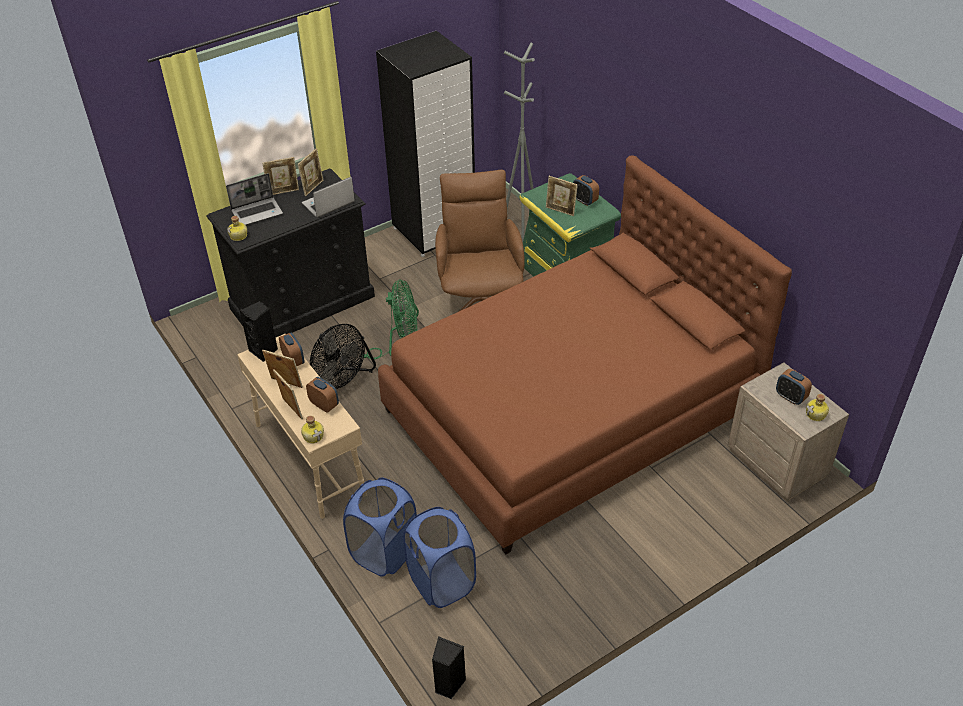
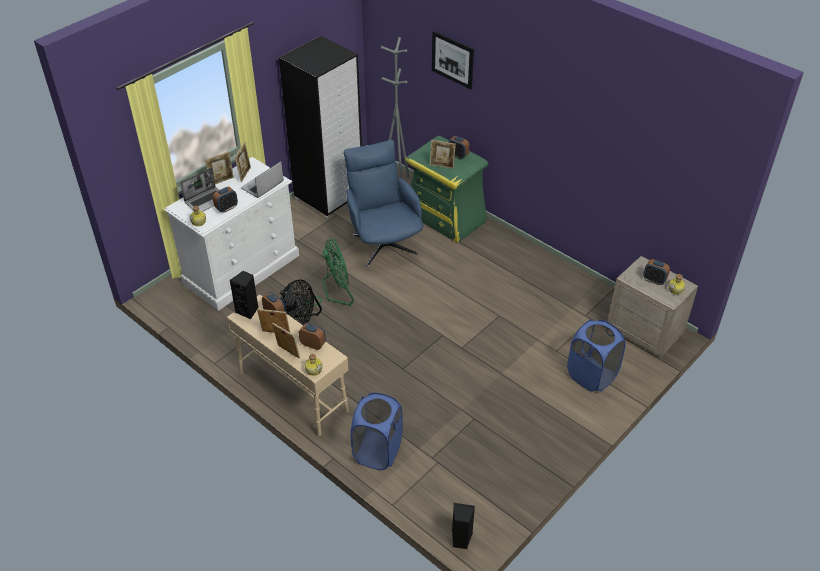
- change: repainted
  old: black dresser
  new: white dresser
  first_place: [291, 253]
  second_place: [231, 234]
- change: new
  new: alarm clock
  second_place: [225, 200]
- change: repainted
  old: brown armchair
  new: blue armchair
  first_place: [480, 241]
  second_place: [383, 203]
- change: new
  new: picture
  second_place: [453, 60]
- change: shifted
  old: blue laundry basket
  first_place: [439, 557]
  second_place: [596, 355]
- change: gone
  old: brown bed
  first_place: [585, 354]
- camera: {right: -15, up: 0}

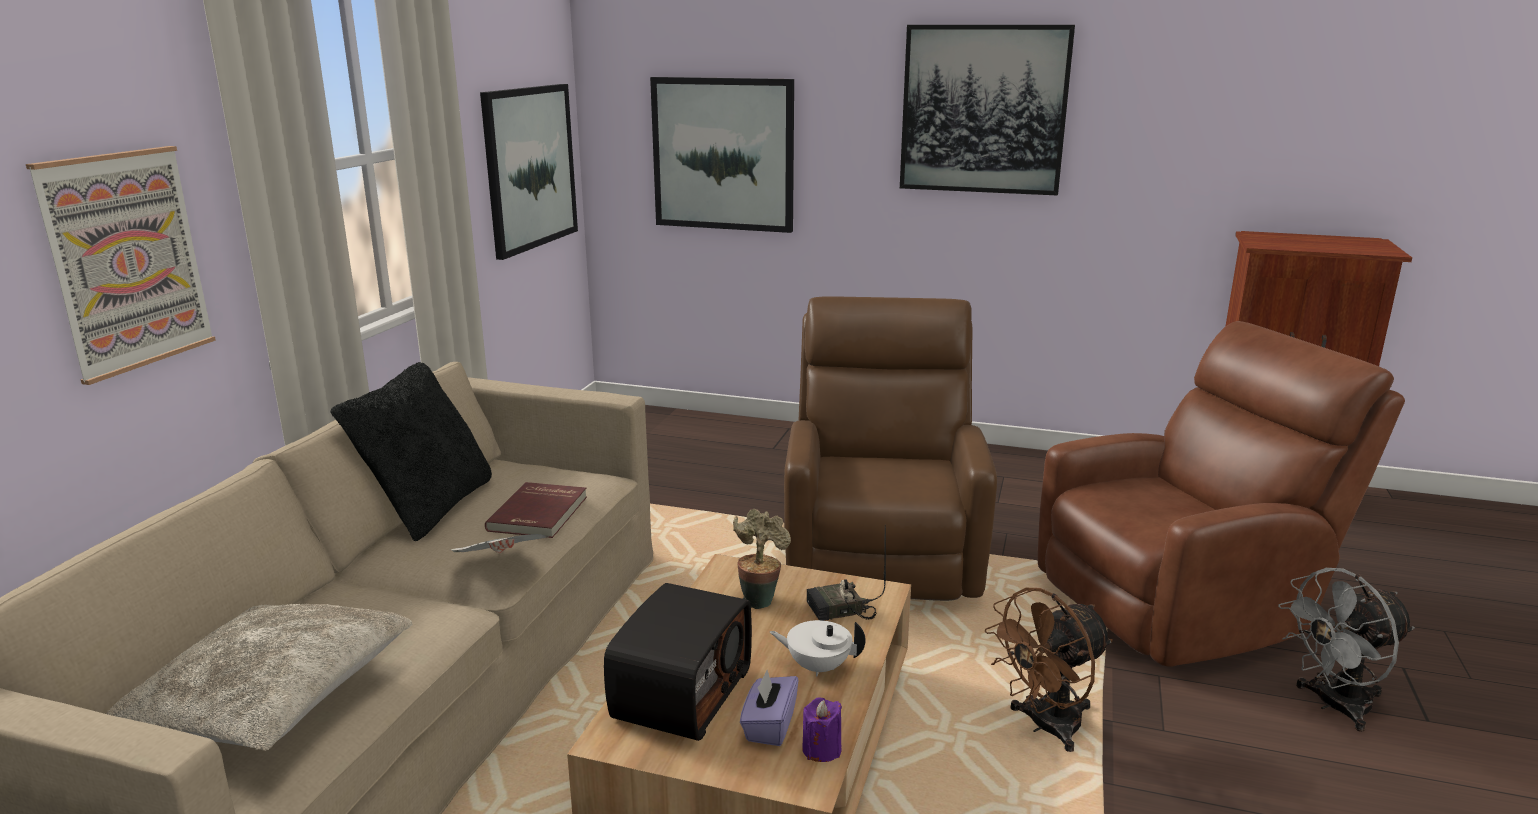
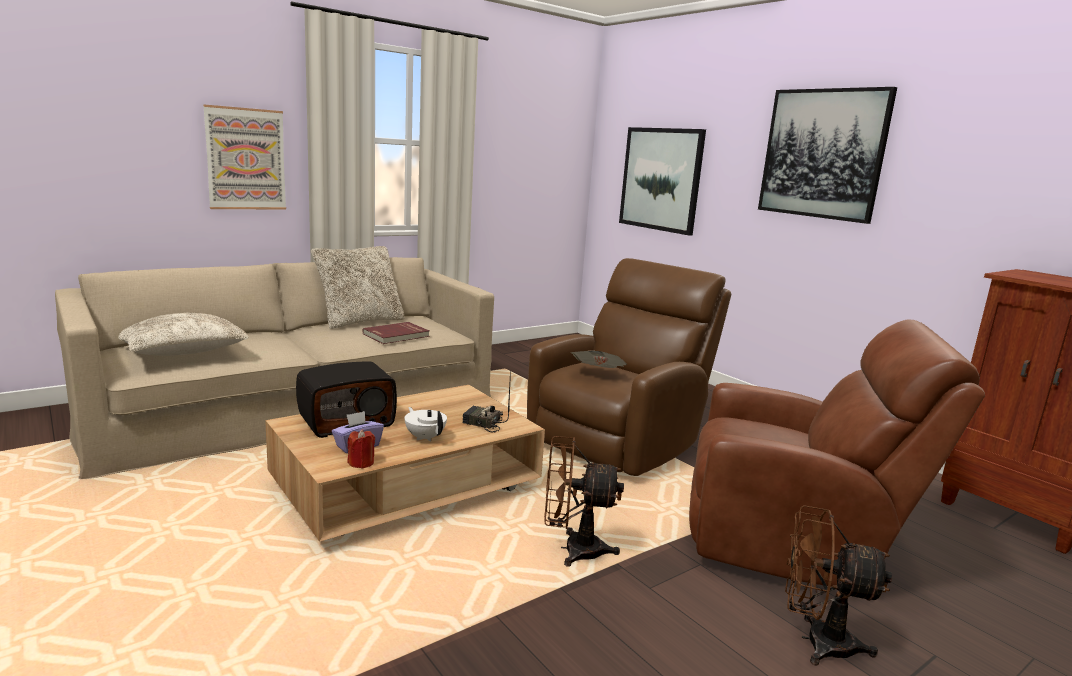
- change: repainted
  old: black pillow
  new: beige pillow
  first_place: [411, 451]
  second_place: [358, 287]
- change: repainted
  old: purple candle
  new: red candle
  first_place: [822, 730]
  second_place: [361, 449]
- change: shifted
  old: newspaper
  first_place: [500, 543]
  second_place: [598, 359]
- change: repainted
  old: grey fan
  new: brown fan
  first_place: [1346, 650]
  second_place: [838, 585]
- change: gone
  old: picture
  first_place: [529, 172]
- change: gone
  old: potted plant
  first_place: [762, 559]
- camera: {right: 35, up: -5}

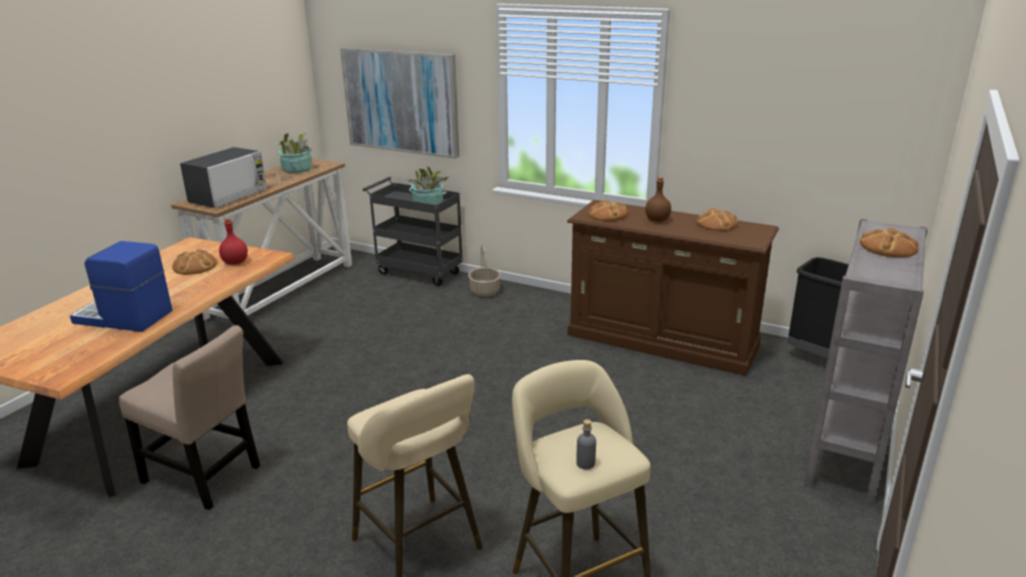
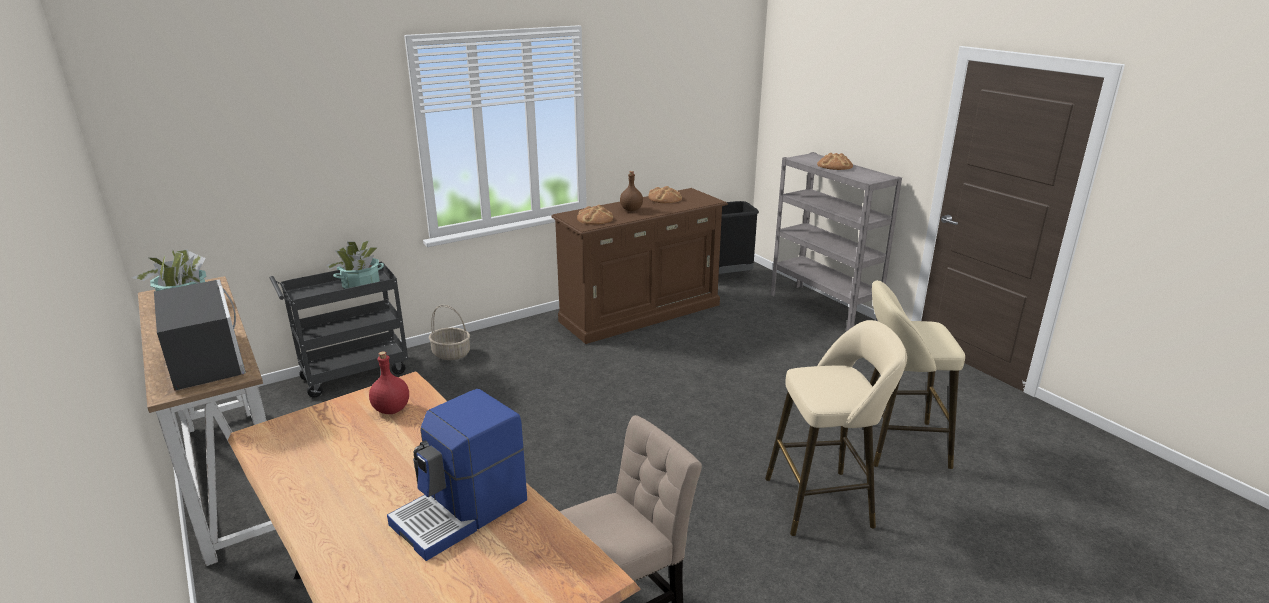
- change: gone
  old: bread
  first_place: [194, 262]
- change: gone
  old: picture
  first_place: [399, 103]
- change: gone
  old: grey bottle
  first_place: [586, 444]
- camera: {right: -60, up: 0}

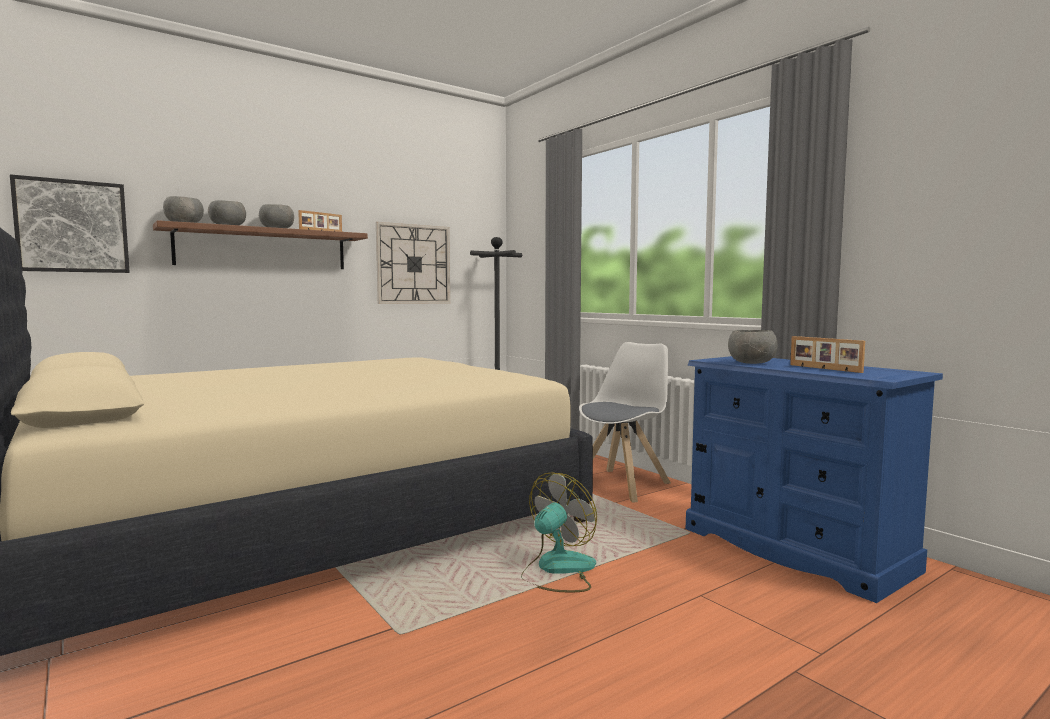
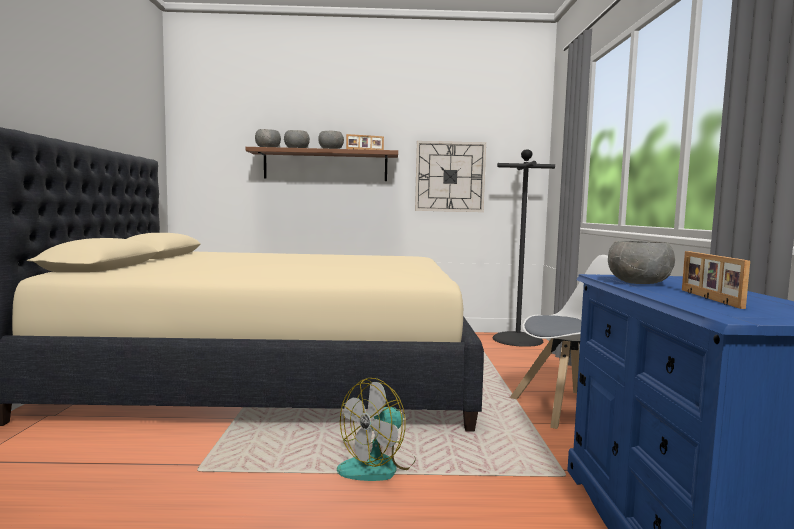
- change: rotated
  old: fan
  first_place: [559, 532]
  second_place: [376, 429]
  degrees: 150
- change: gone
  old: picture
  first_place: [70, 223]
- camera: {right: 35, up: 0}

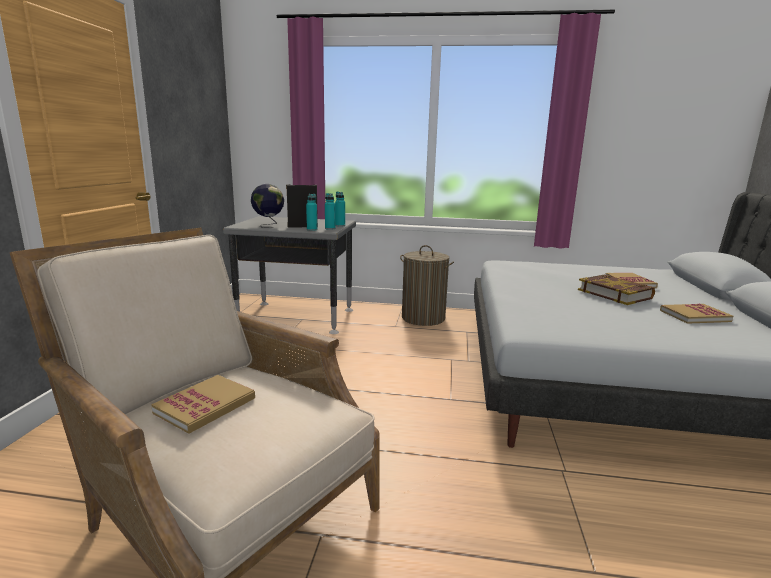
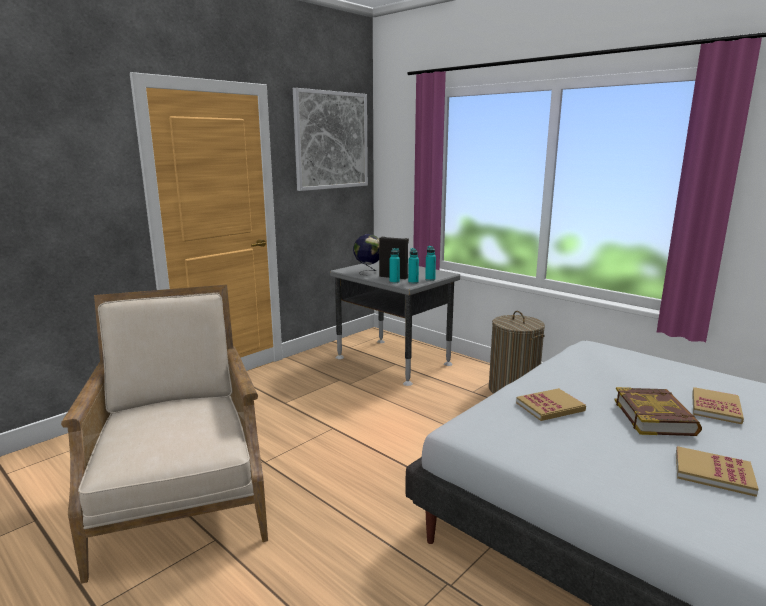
- change: new
  new: picture
  second_place: [330, 139]
- change: shifted
  old: book
  first_place: [203, 404]
  second_place: [551, 404]
- camera: {right: 35, up: 0}

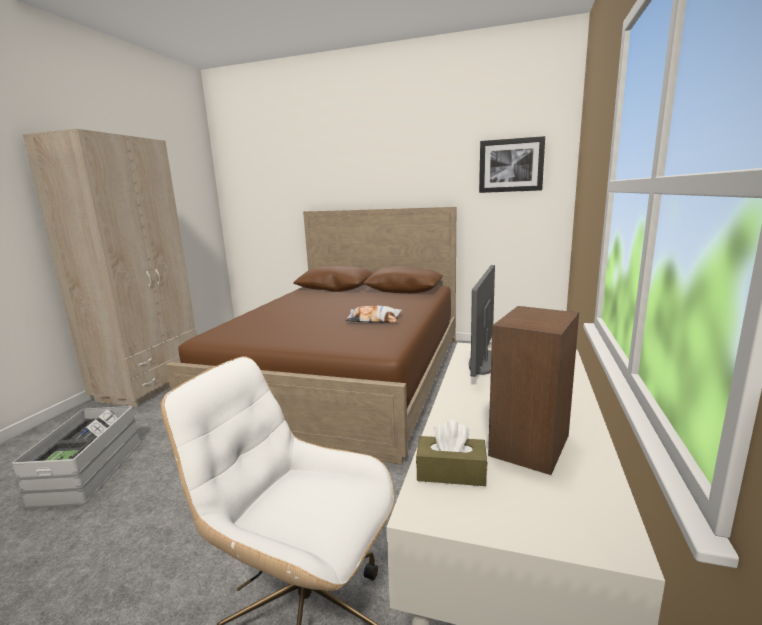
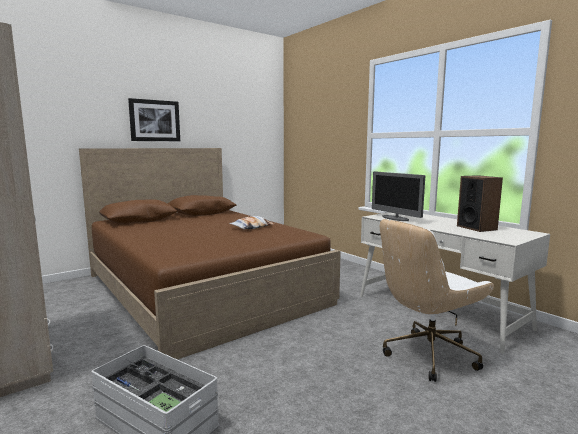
- change: shifted
  old: picture
  first_place: [512, 164]
  second_place: [154, 119]
- change: gone
  old: brown tissue box
  first_place: [452, 453]
- camera: {right: -55, up: -5}

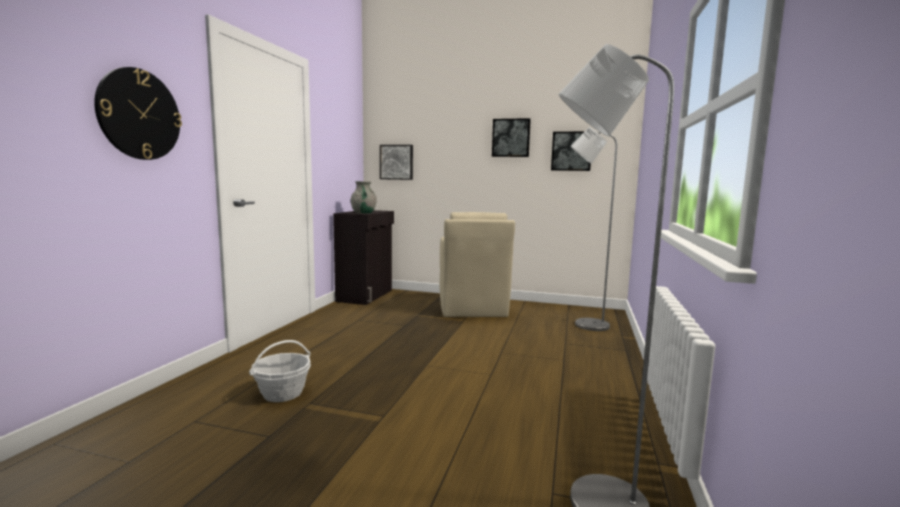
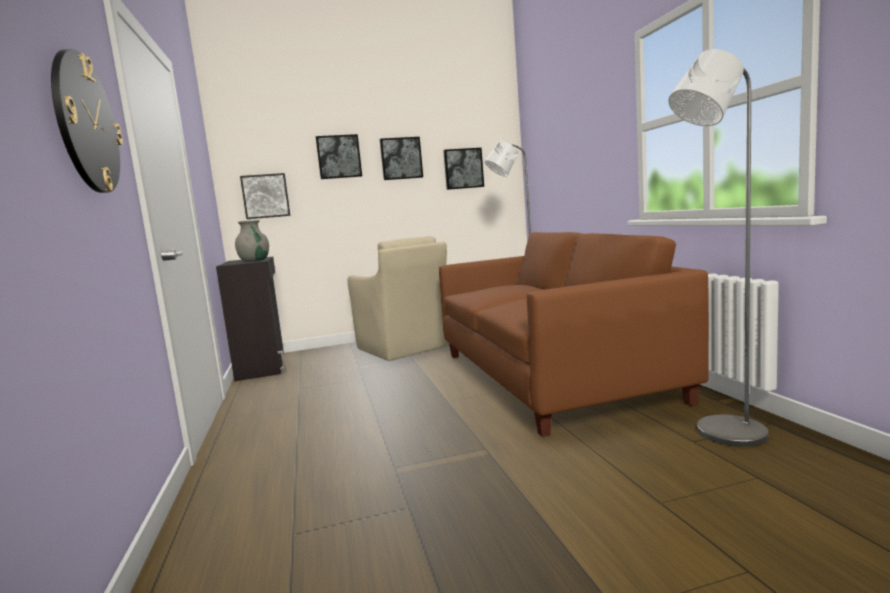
- change: new
  new: picture
  second_place: [339, 156]
- change: new
  new: brown sofa
  second_place: [574, 334]
- change: gone
  old: basket
  first_place: [280, 371]
- camera: {right: -30, up: 0}

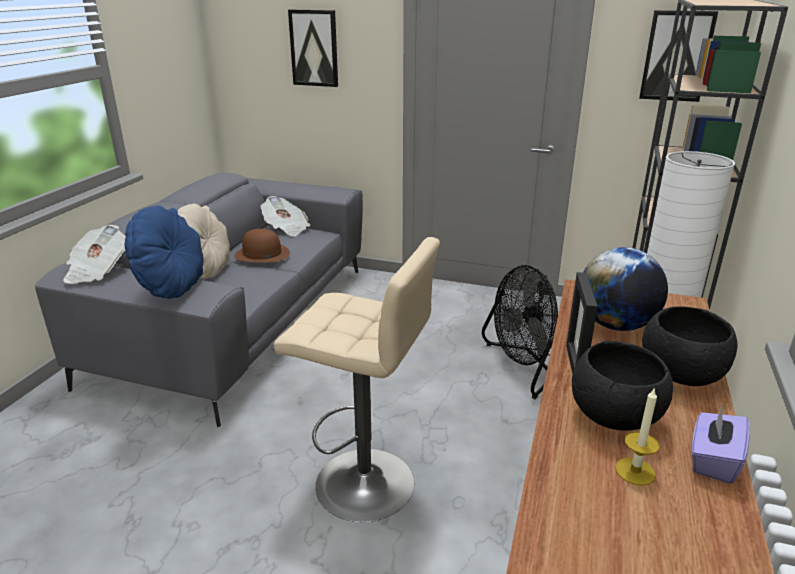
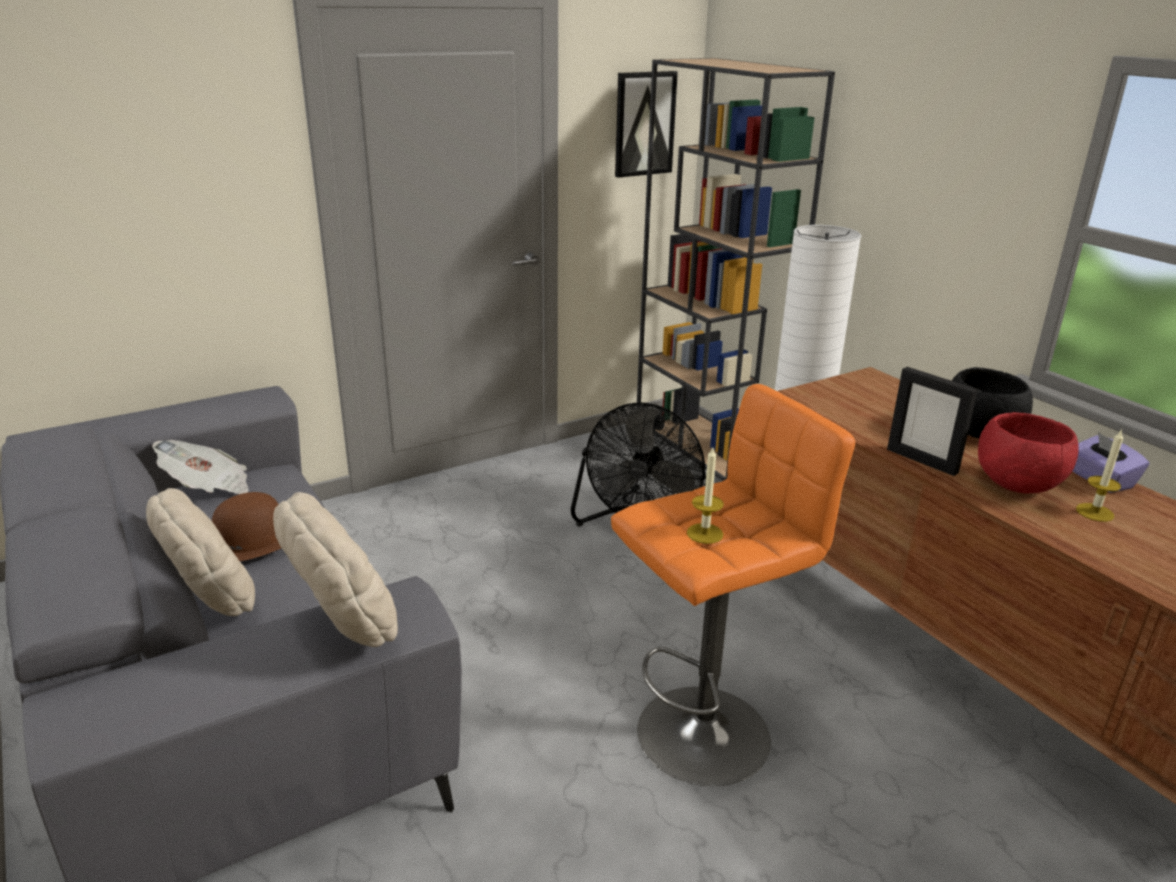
- change: repainted
  old: blue pillow
  new: beige pillow
  first_place: [164, 252]
  second_place: [335, 569]
- change: repainted
  old: beige stool
  new: orange stool
  first_place: [357, 379]
  second_place: [733, 585]
- change: new
  new: candle
  second_place: [705, 496]
- change: repainted
  old: black bowl
  new: red bowl
  first_place: [622, 386]
  second_place: [1028, 452]
- change: gone
  old: newspaper
  first_place: [94, 254]
- change: gone
  old: picture
  first_place: [313, 48]
- change: gone
  old: globe
  first_place: [625, 289]
- camera: {right: -50, up: 0}

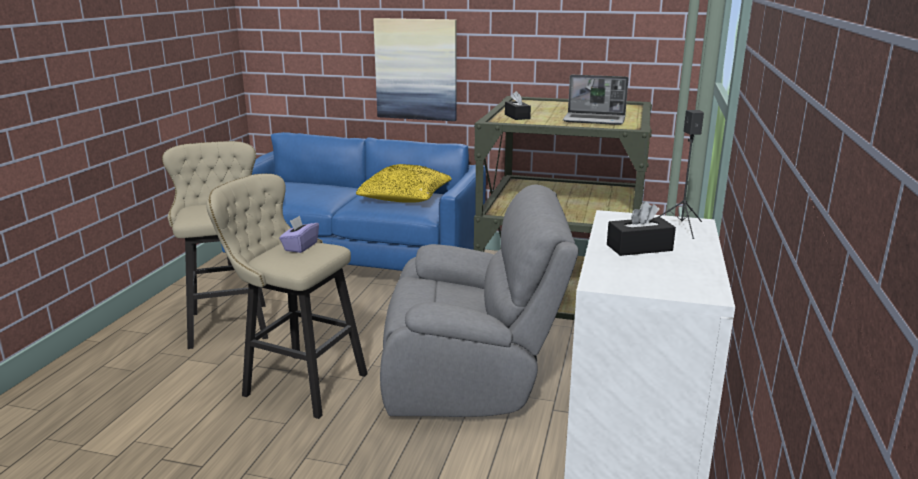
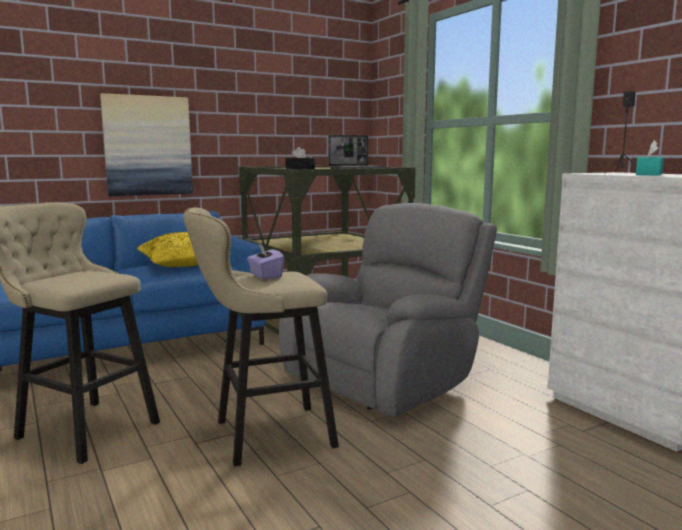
- change: repainted
  old: black tissue box
  new: turquoise tissue box
  first_place: [641, 228]
  second_place: [650, 158]
- camera: {right: -45, up: -10}

